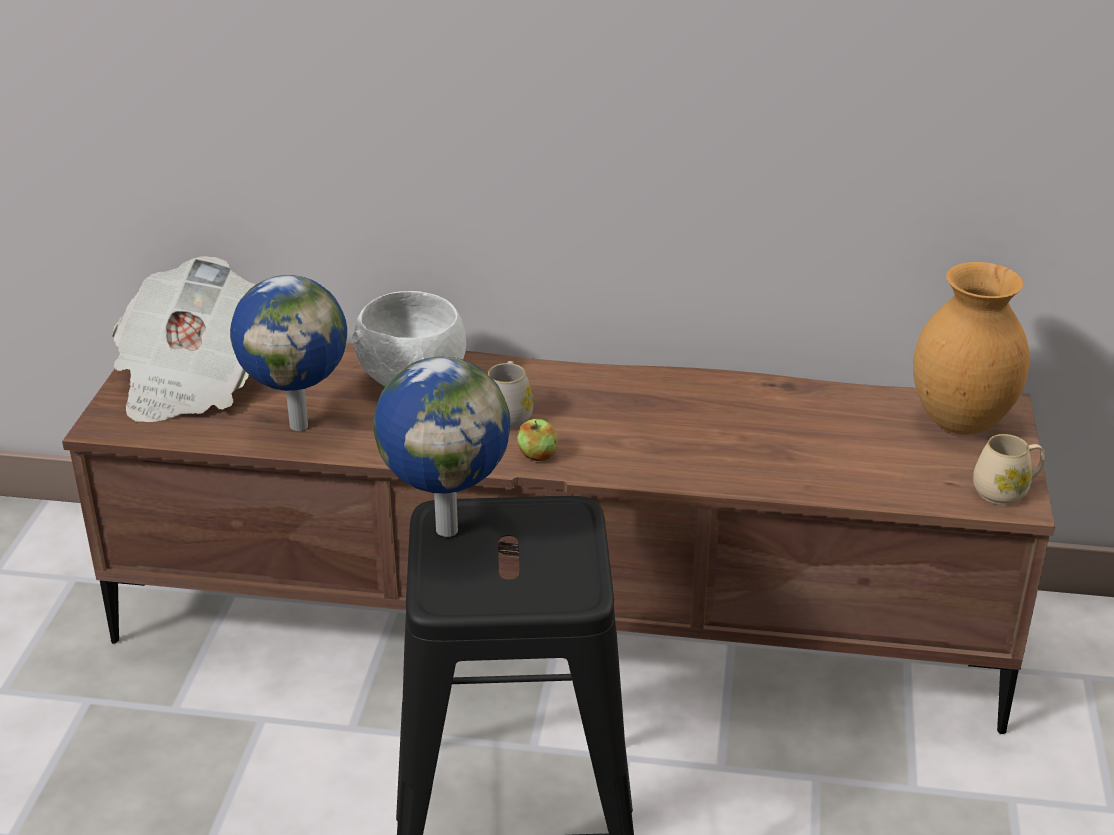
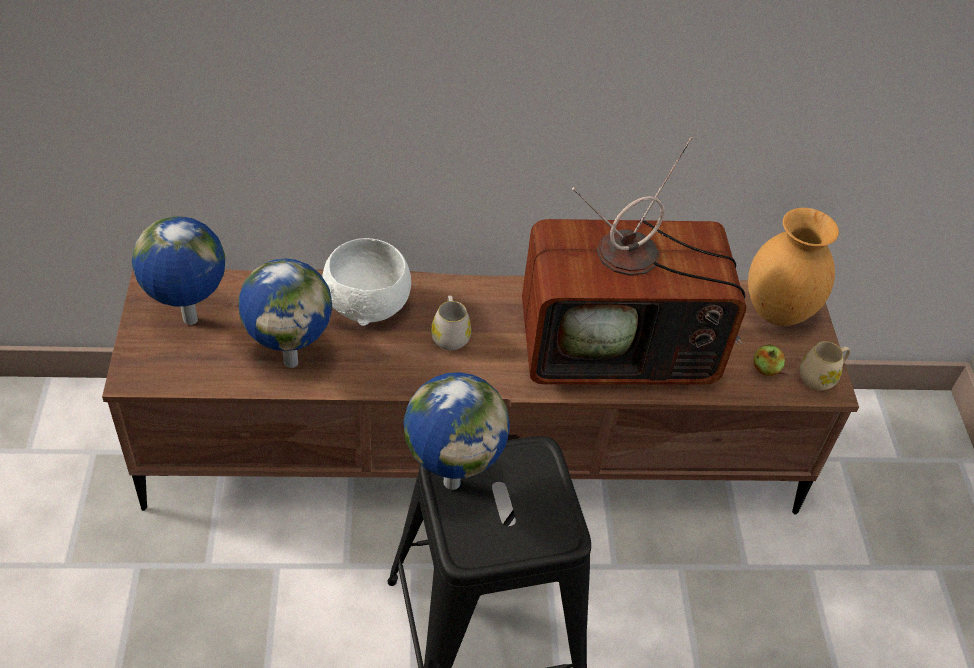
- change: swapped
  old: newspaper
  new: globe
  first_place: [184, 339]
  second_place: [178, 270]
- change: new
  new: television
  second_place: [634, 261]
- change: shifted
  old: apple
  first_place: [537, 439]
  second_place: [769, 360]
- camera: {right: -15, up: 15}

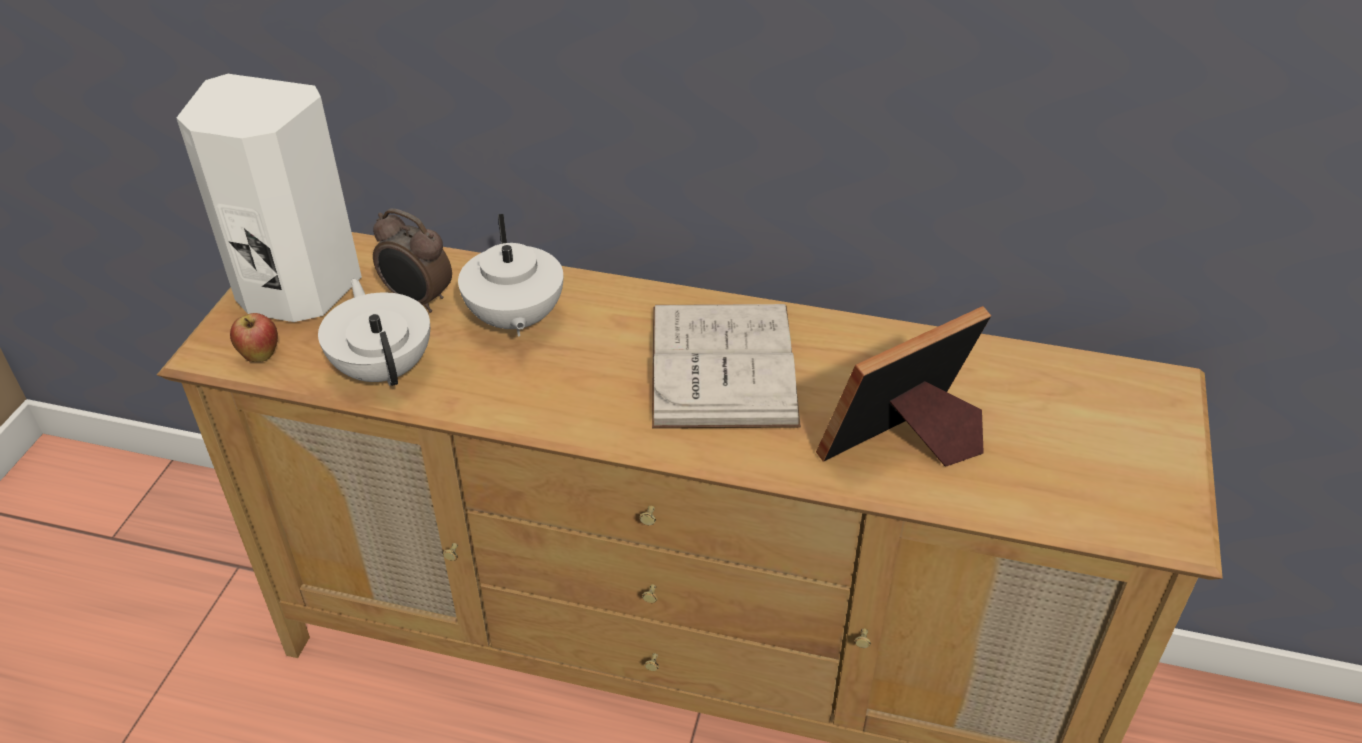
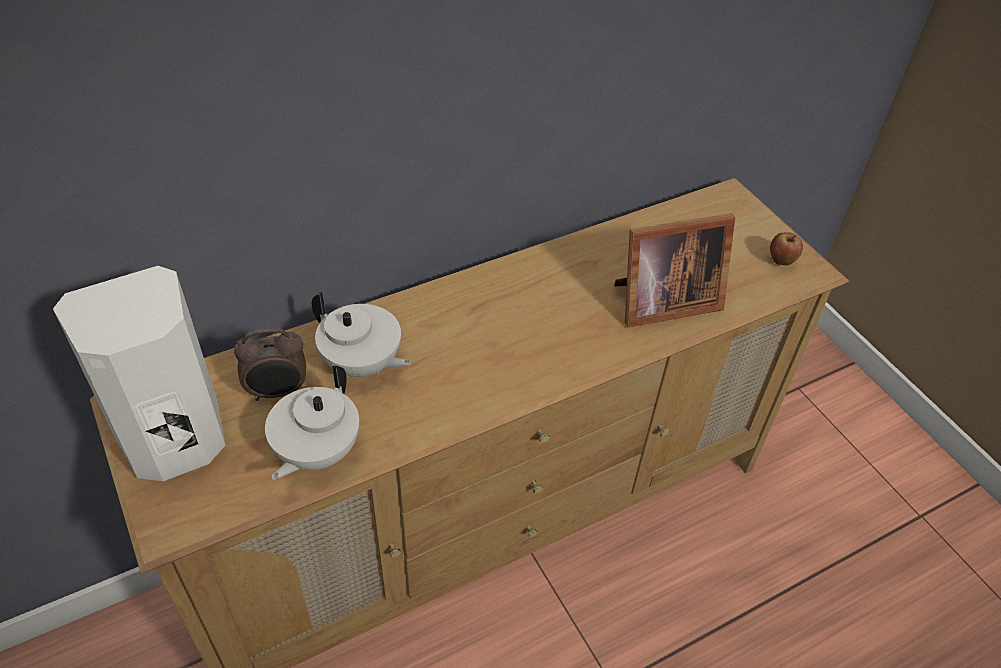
- change: rotated
  old: white teapot
  first_place: [374, 332]
  second_place: [312, 423]
  degrees: -90
- change: rotated
  old: picture frame
  first_place: [903, 386]
  second_place: [674, 270]
  degrees: -120
- change: shifted
  old: apple
  first_place: [254, 337]
  second_place: [786, 249]
- change: gone
  old: white book
  first_place: [726, 366]
- camera: {right: -45, up: 5}

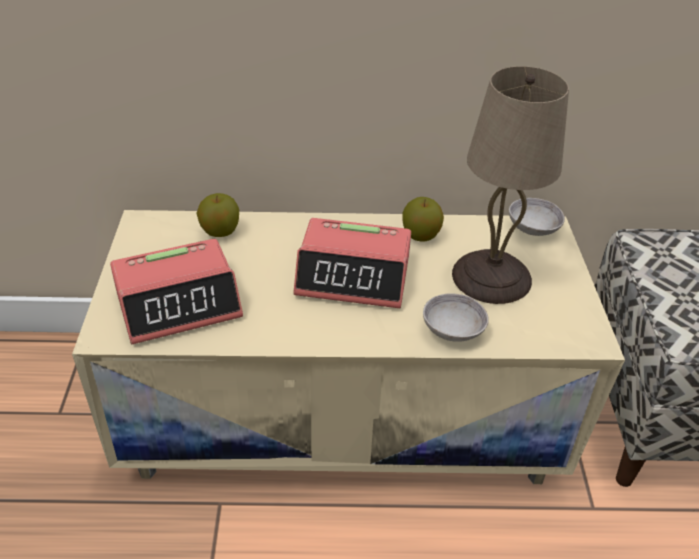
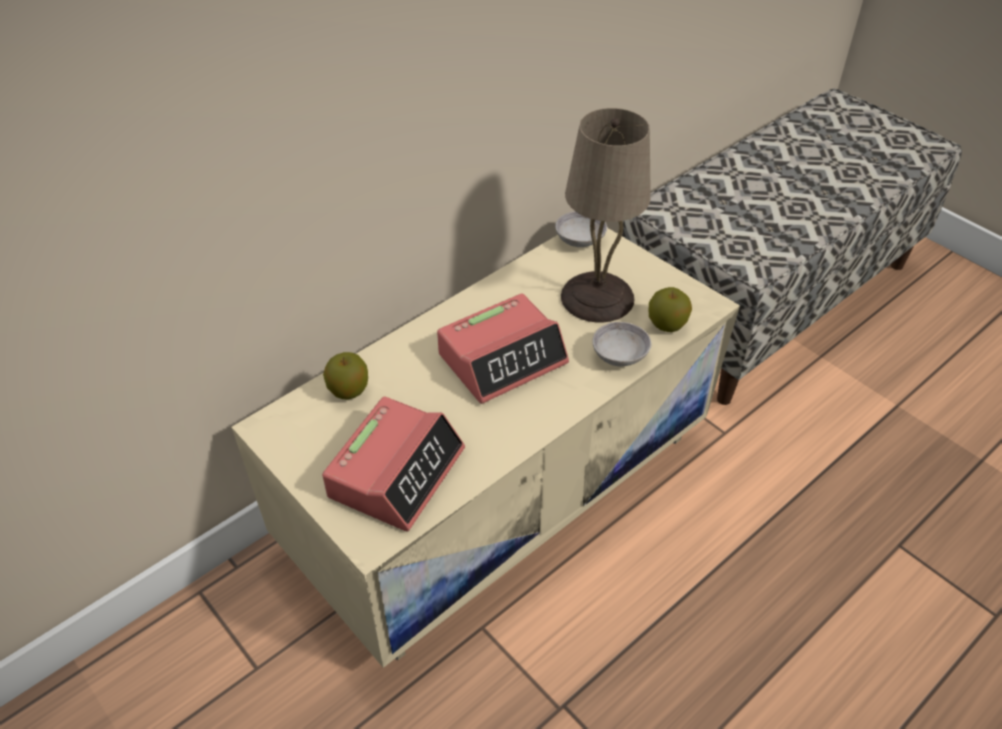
- change: shifted
  old: apple
  first_place: [423, 219]
  second_place: [670, 309]
- camera: {right: -40, up: 5}

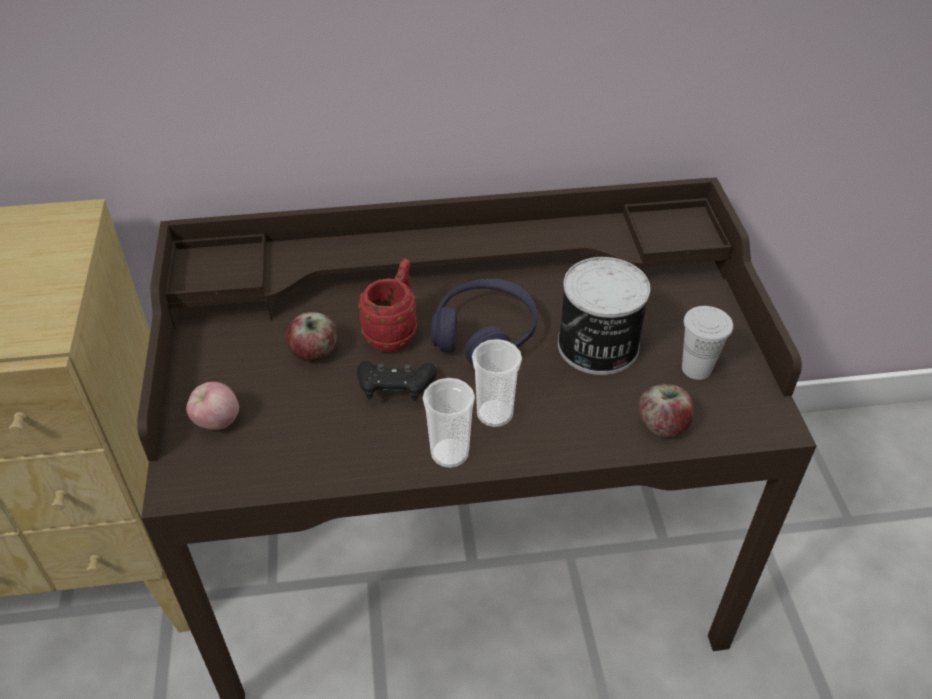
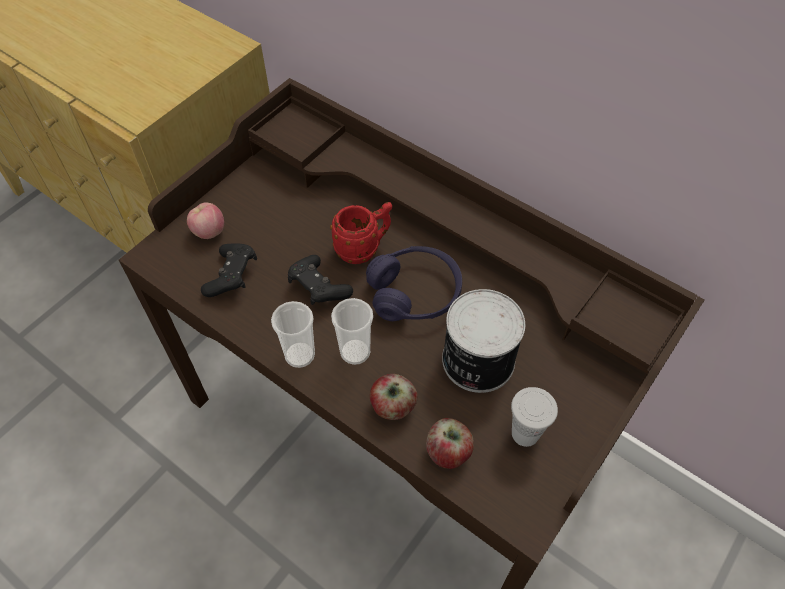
- change: new
  new: black game controller
  second_place: [229, 270]
- change: shifted
  old: apple
  first_place: [311, 337]
  second_place: [394, 397]
- camera: {right: 45, up: 10}

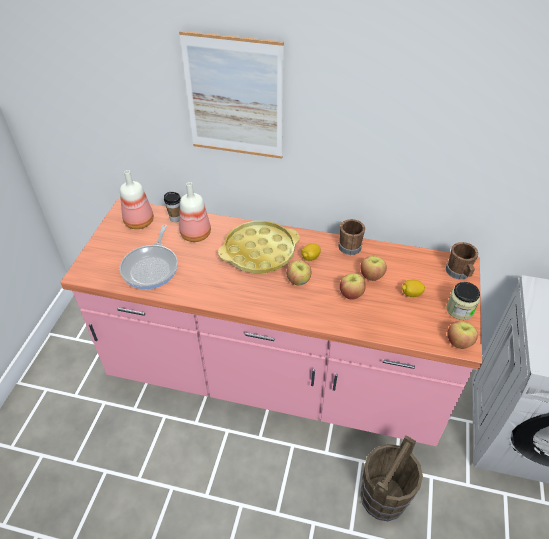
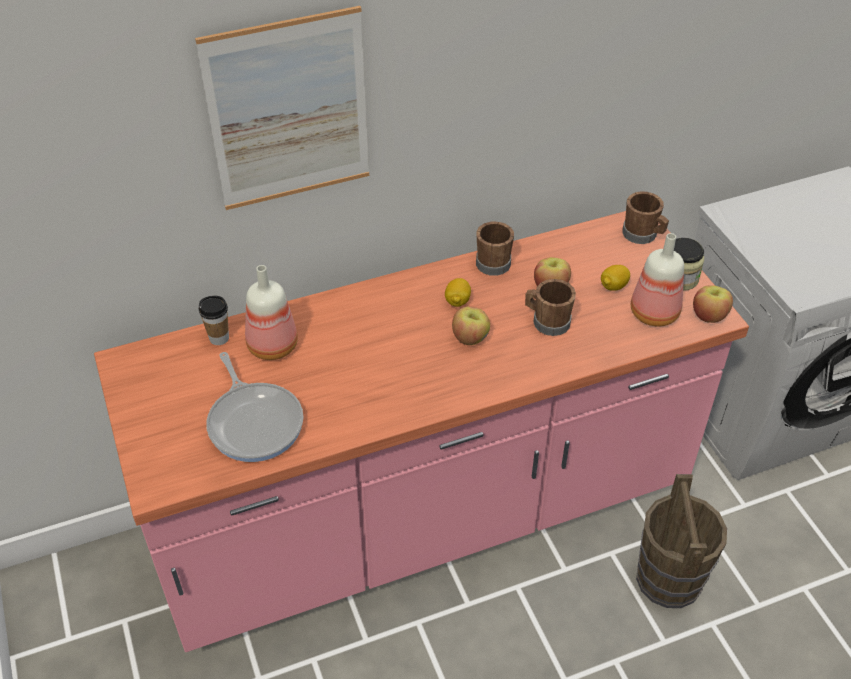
- change: swapped
  old: apple
  new: brown mug
  first_place: [353, 287]
  second_place: [550, 307]
- change: shifted
  old: bottle
  first_place: [137, 199]
  second_place: [657, 280]
- change: gone
  old: yellow tray
  first_place: [259, 247]
- camera: {right: -35, up: 0}

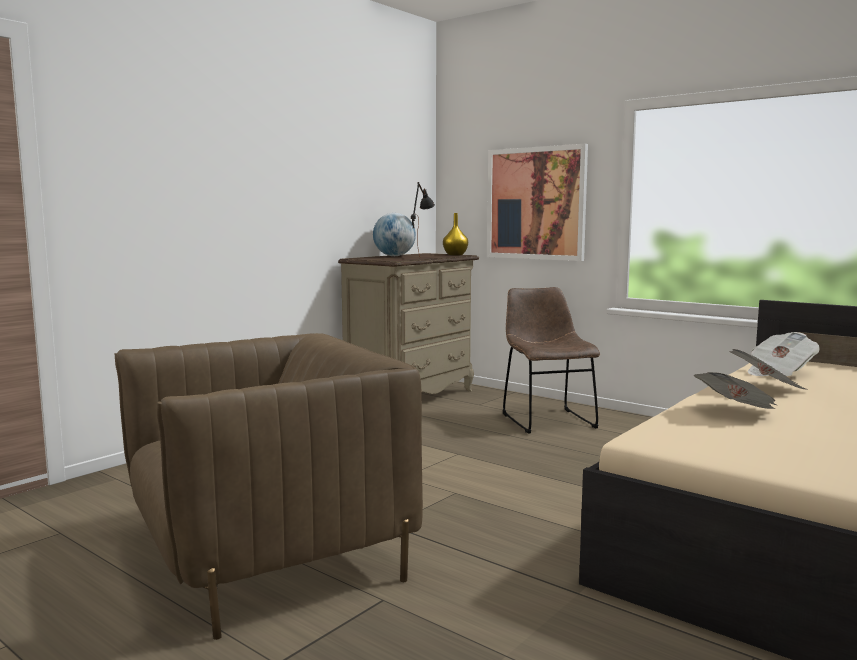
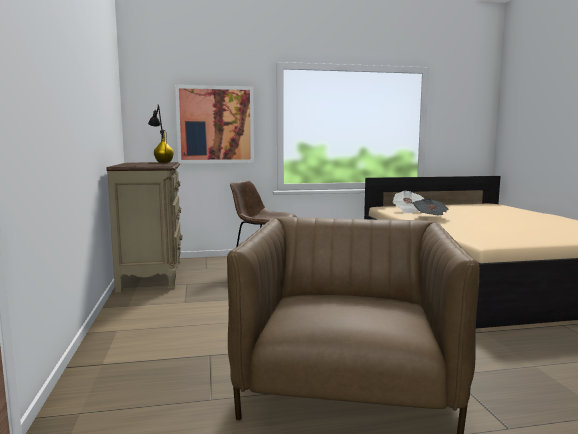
- change: gone
  old: globe
  first_place: [394, 234]
- change: gone
  old: newspaper
  first_place: [735, 390]
- camera: {right: -50, up: 0}

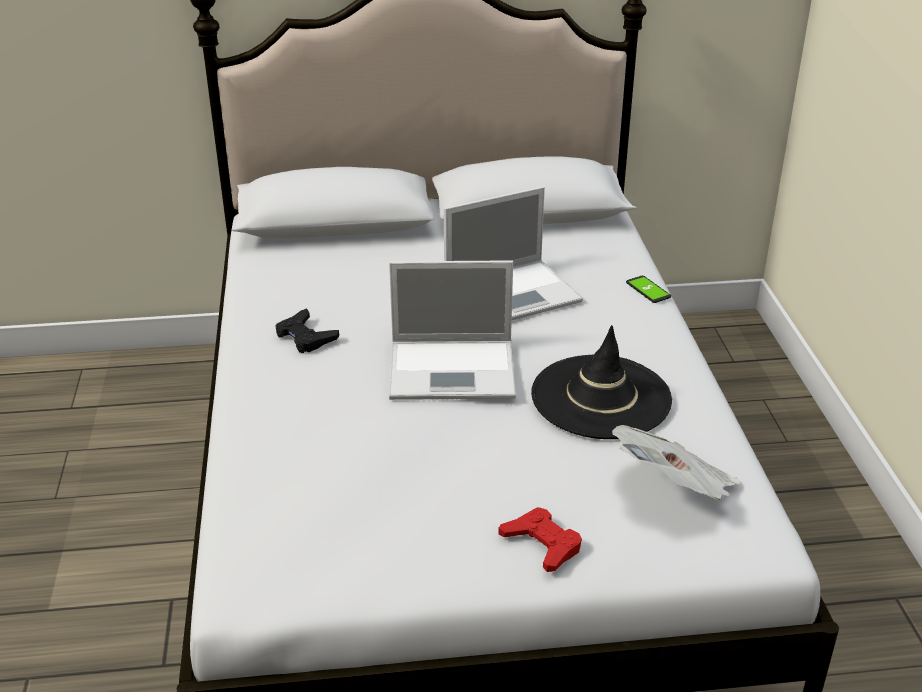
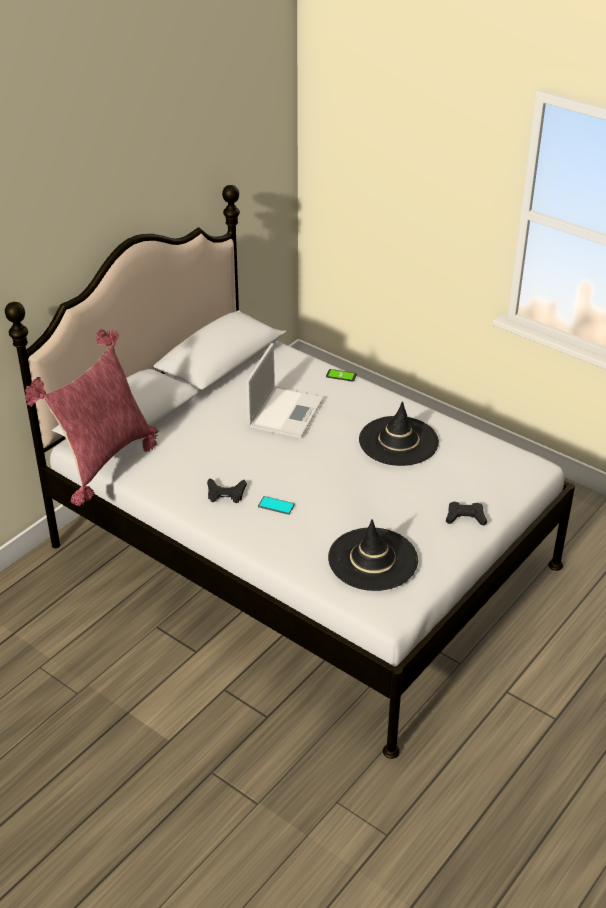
- change: new
  new: red pillow
  second_place: [92, 417]
- change: new
  new: phone
  second_place: [276, 505]
- change: new
  new: black hat
  second_place: [373, 555]
- change: repainted
  old: red game controller
  new: black game controller
  first_place: [540, 539]
  second_place: [466, 514]
- change: gone
  old: laptop
  first_place: [452, 330]
- change: gone
  old: newspaper
  first_place: [676, 462]
- camera: {right: -45, up: 5}

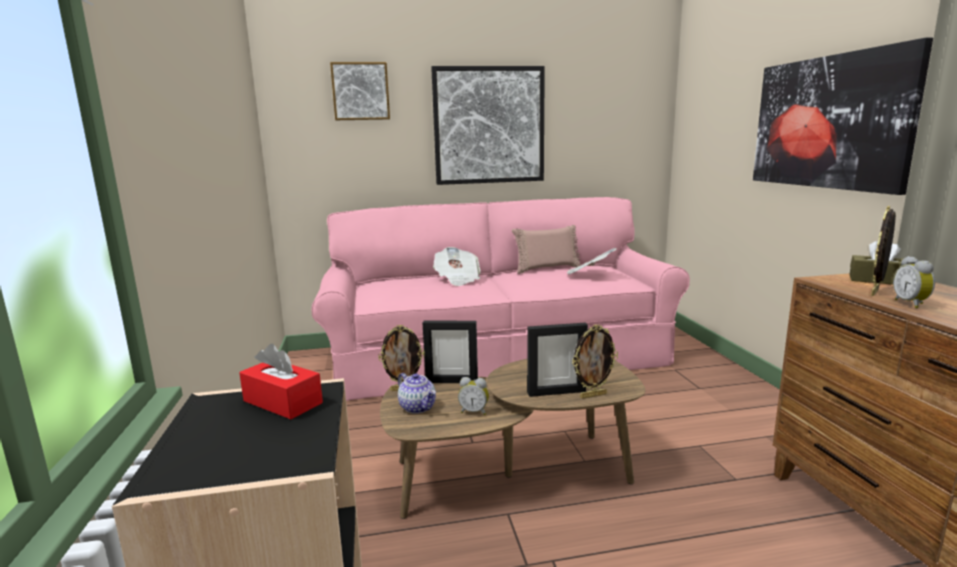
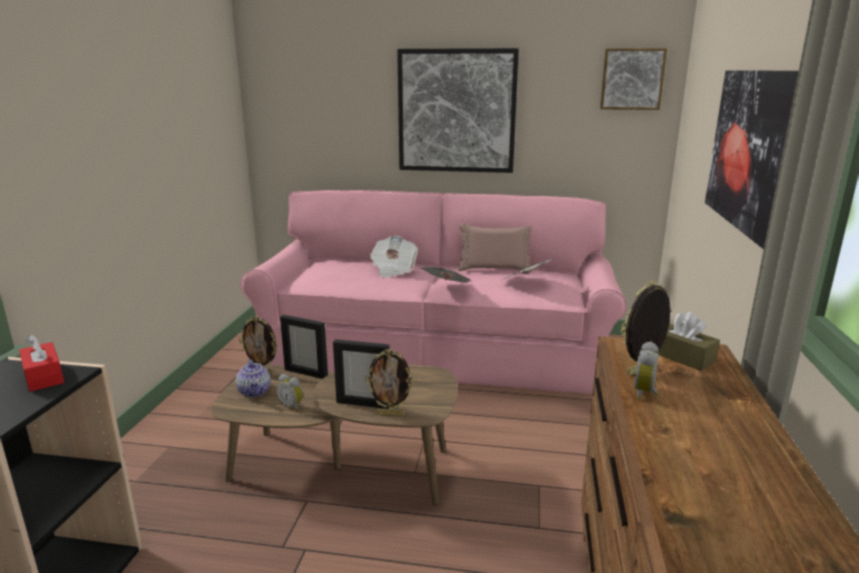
- change: new
  new: newspaper
  second_place: [445, 275]
- change: shifted
  old: picture
  first_place: [360, 91]
  second_place: [633, 79]
- camera: {right: 20, up: 5}

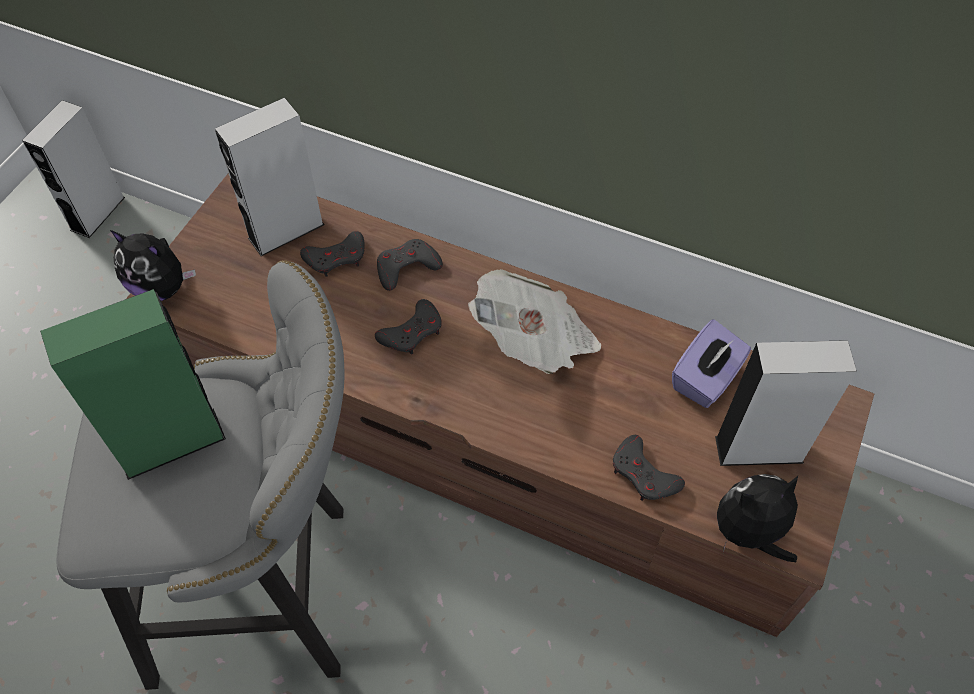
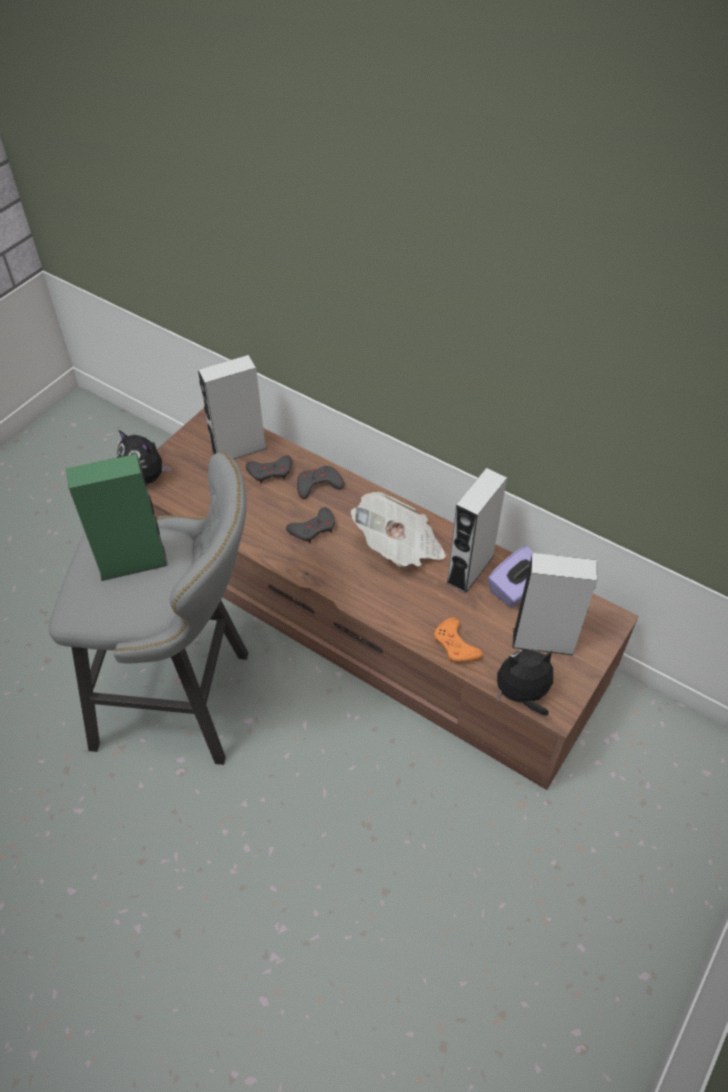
- change: repainted
  old: grey game controller
  new: orange game controller
  first_place: [649, 468]
  second_place: [458, 640]
- change: shifted
  old: grey speaker
  first_place: [73, 169]
  second_place: [476, 530]
- camera: {right: 10, up: -5}

